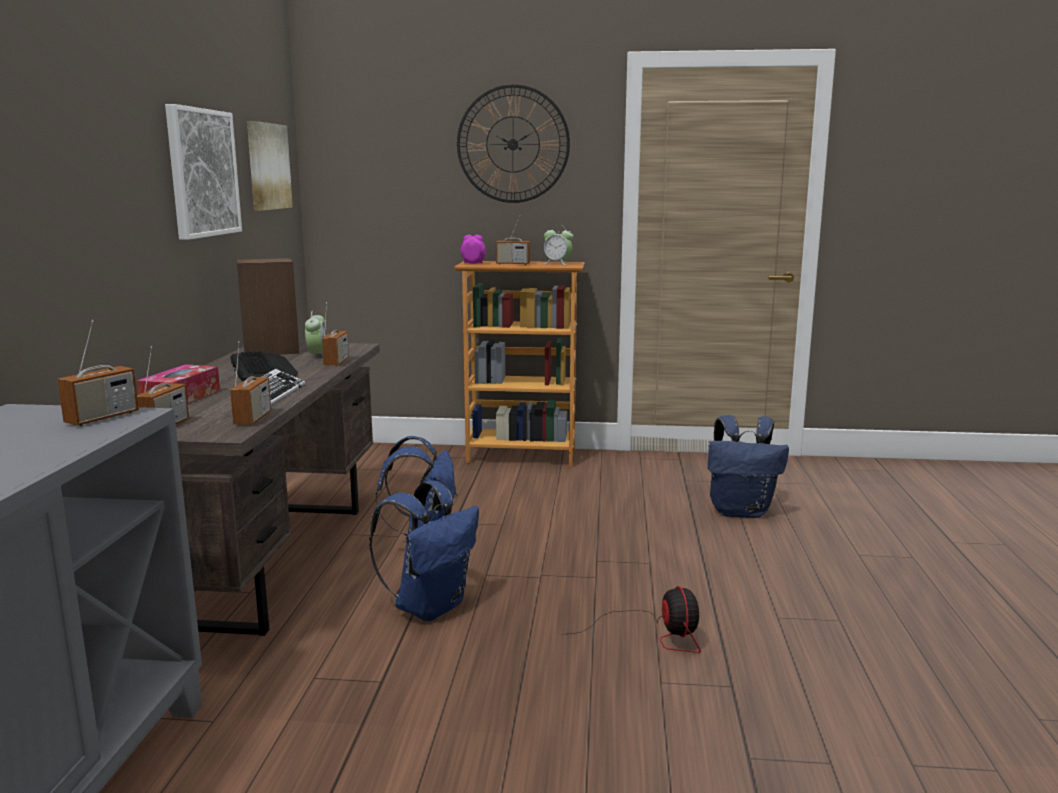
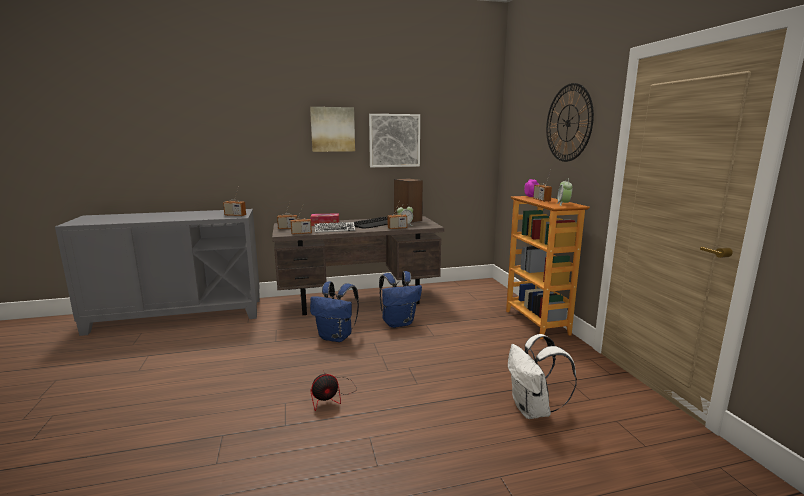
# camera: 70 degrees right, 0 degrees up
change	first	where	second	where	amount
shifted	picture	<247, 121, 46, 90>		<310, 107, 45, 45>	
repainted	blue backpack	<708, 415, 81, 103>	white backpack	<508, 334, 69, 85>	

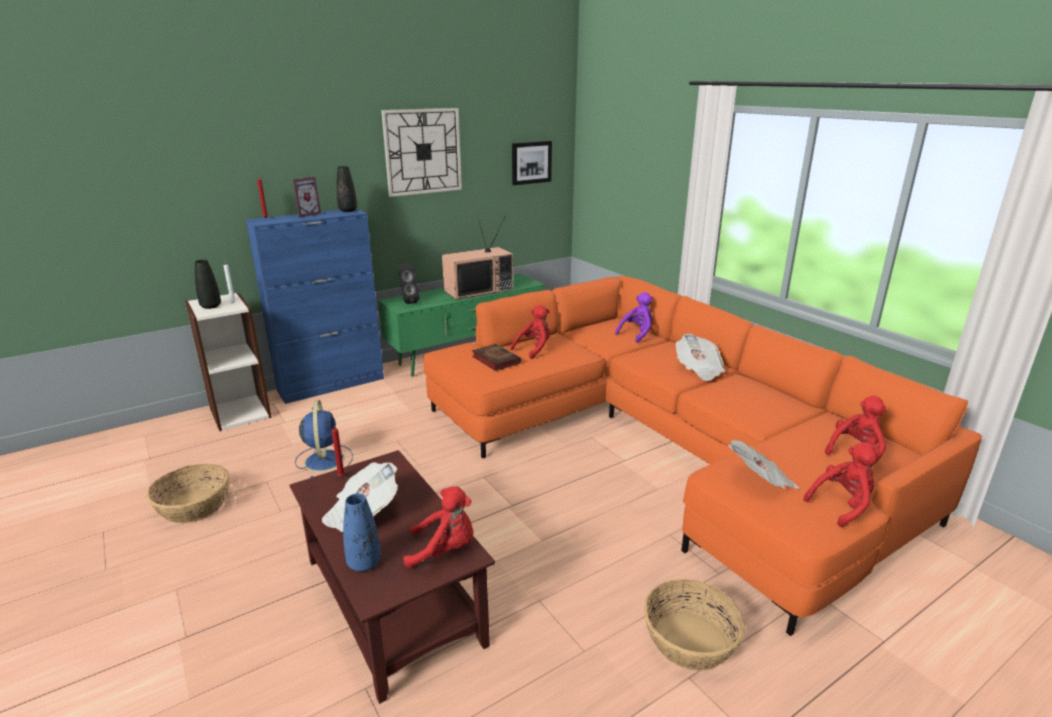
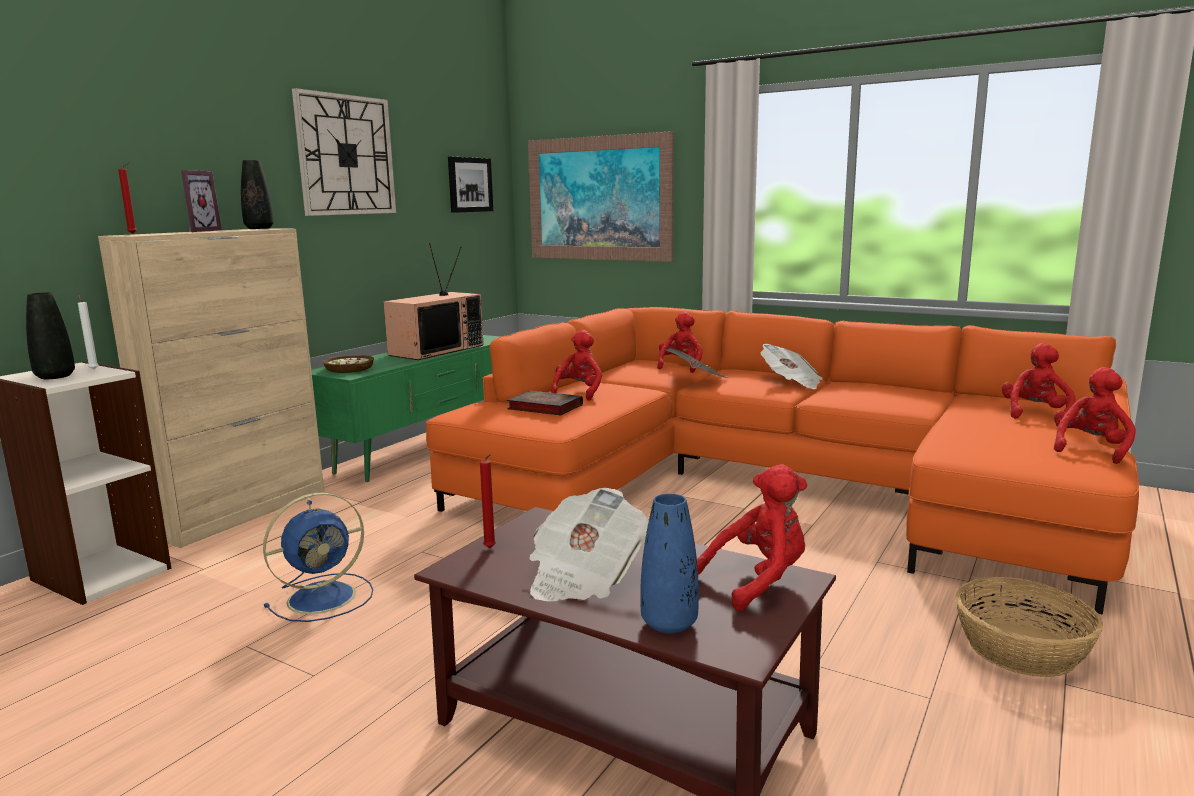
# camera: 25 degrees left, 10 degrees down
change	first	where	second	where	amount
gone	basket	<146, 464, 83, 60>			
new			picture	<528, 131, 146, 131>	
shifted	newspaper	<728, 440, 72, 49>		<666, 348, 63, 30>	
swapped	black speaker	<399, 263, 21, 41>	bowl	<323, 355, 51, 18>	
repainted	blue cabinet	<246, 208, 138, 196>	beige cabinet	<98, 228, 226, 320>	
repainted	purple plush toy	<615, 292, 38, 51>	red plush toy	<657, 312, 46, 61>	
rotated	blue fan	<295, 400, 58, 78>		<263, 492, 110, 130>	90 degrees clockwise

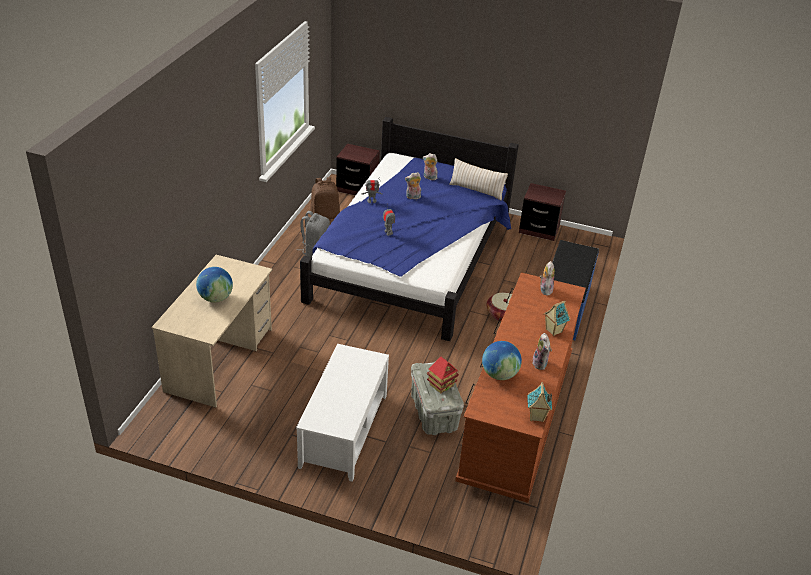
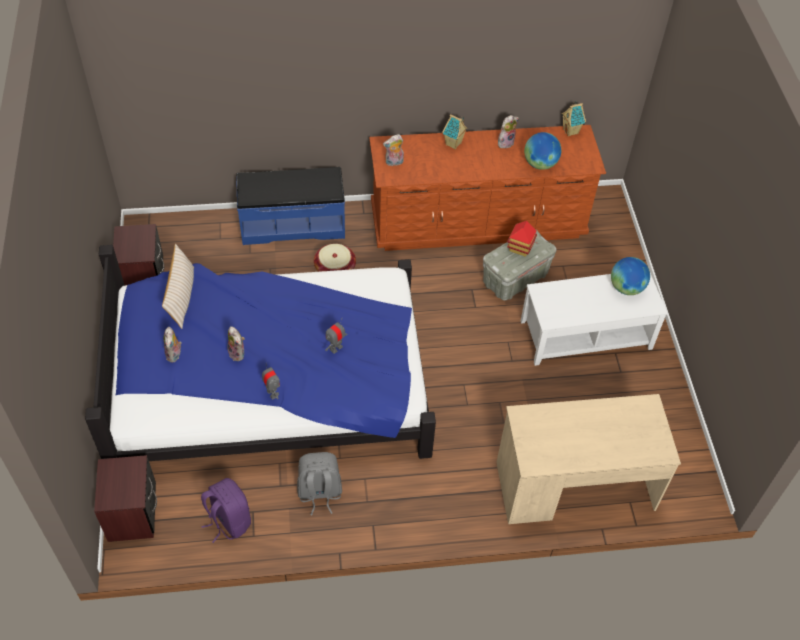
# camera: 115 degrees left, 15 degrees up
change	first	where	second	where	amount
shifted	globe	<196, 267, 37, 35>		<611, 257, 39, 38>	
repainted	brown backpack	<310, 177, 30, 42>	purple backpack	<201, 478, 50, 65>	

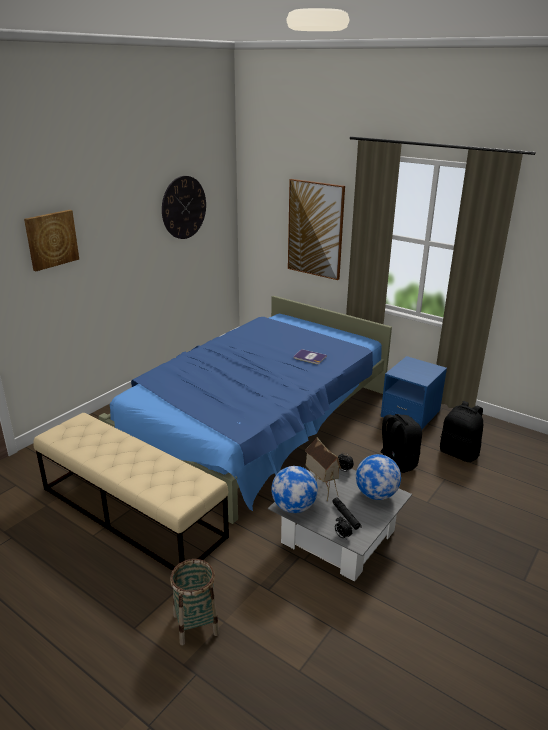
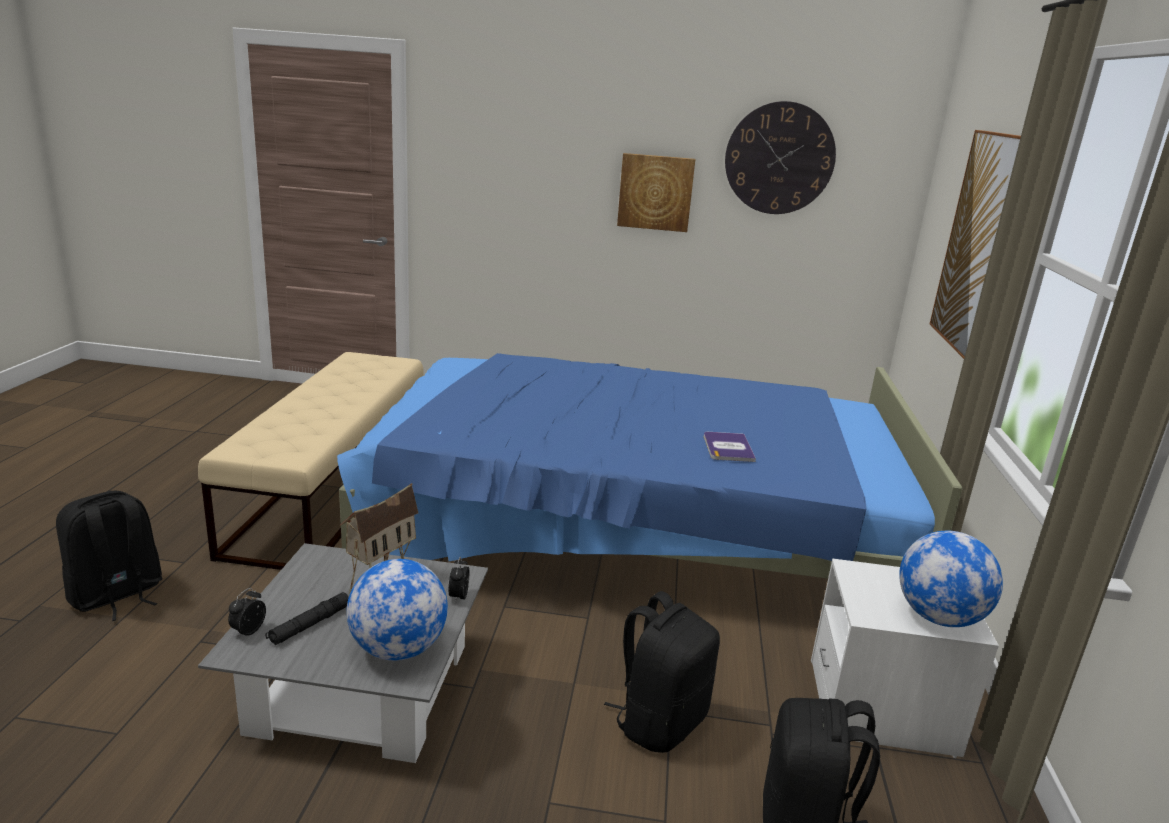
# camera: 60 degrees right, 5 degrees down
change	first	where	second	where	amount
shifted	picture	<24, 210, 55, 61>		<617, 153, 78, 79>	
shifted	globe	<271, 466, 47, 47>		<899, 531, 104, 96>	
swapped	basket	<170, 559, 49, 86>	black backpack	<56, 491, 106, 130>	
repainted	blue nightstand	<381, 356, 66, 73>	white nightstand	<811, 558, 188, 200>	

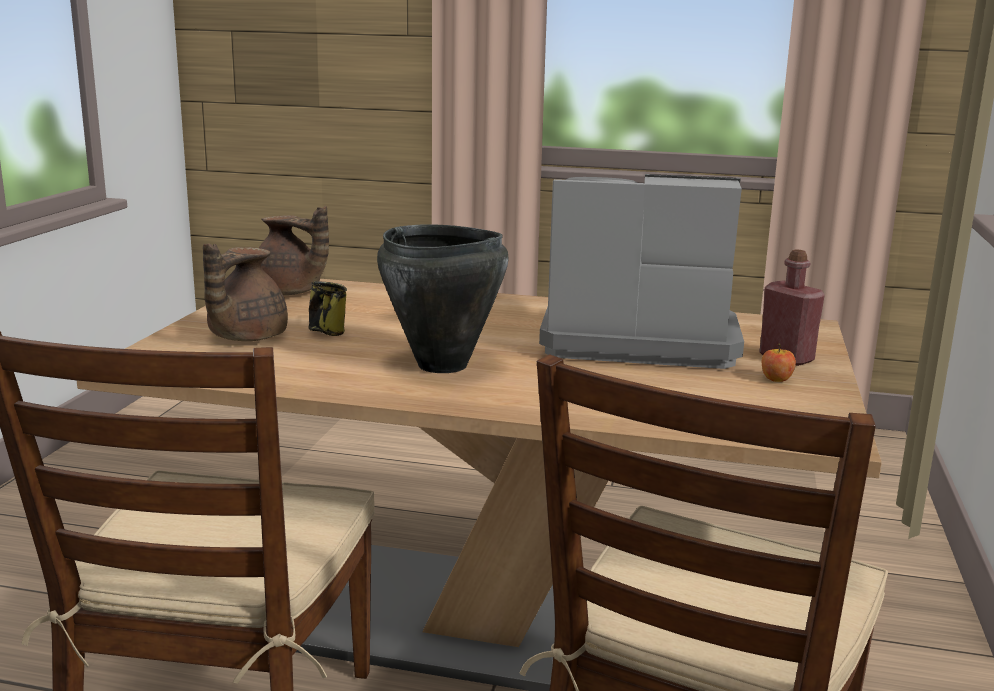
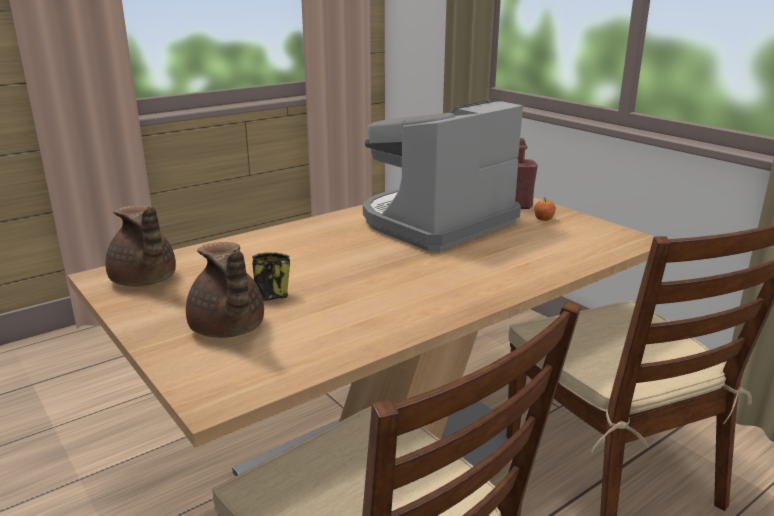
# camera: 50 degrees left, 5 degrees up
change	first	where	second	where	amount
gone	black cooking pot	<377, 224, 132, 149>			
rotated	brown teapot	<259, 206, 70, 89>		<105, 205, 71, 81>	75 degrees clockwise

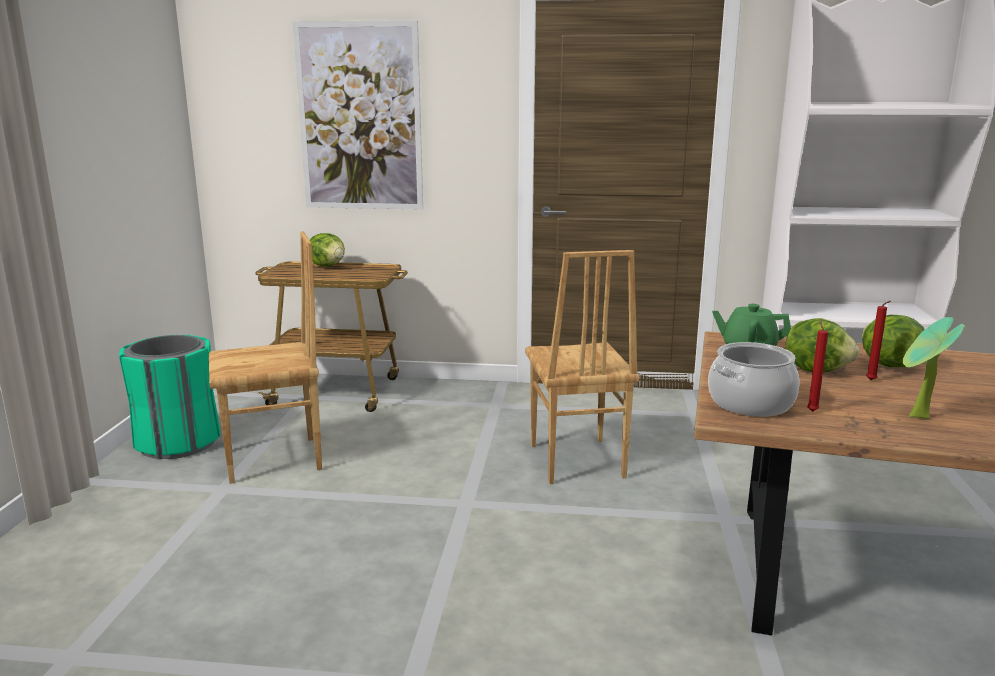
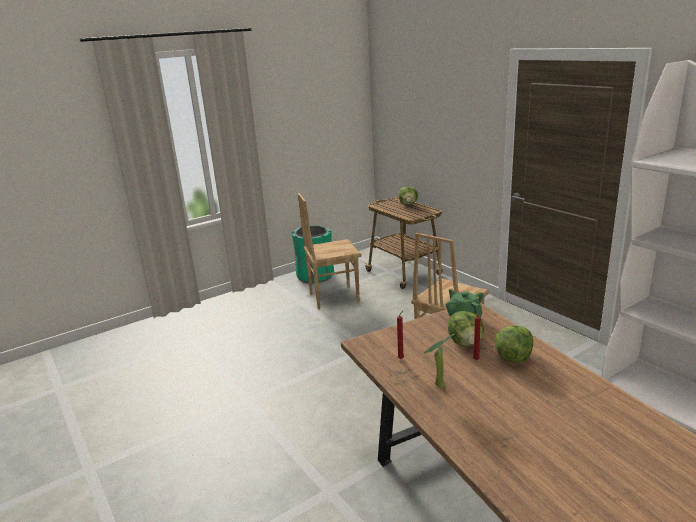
# camera: 50 degrees right, 5 degrees up
change	first	where	second	where	amount
gone	picture	<293, 20, 130, 190>			
gone	cooking pot	<708, 342, 91, 74>			
rotated	brown chair	<209, 232, 113, 252>		<298, 193, 63, 117>	135 degrees clockwise

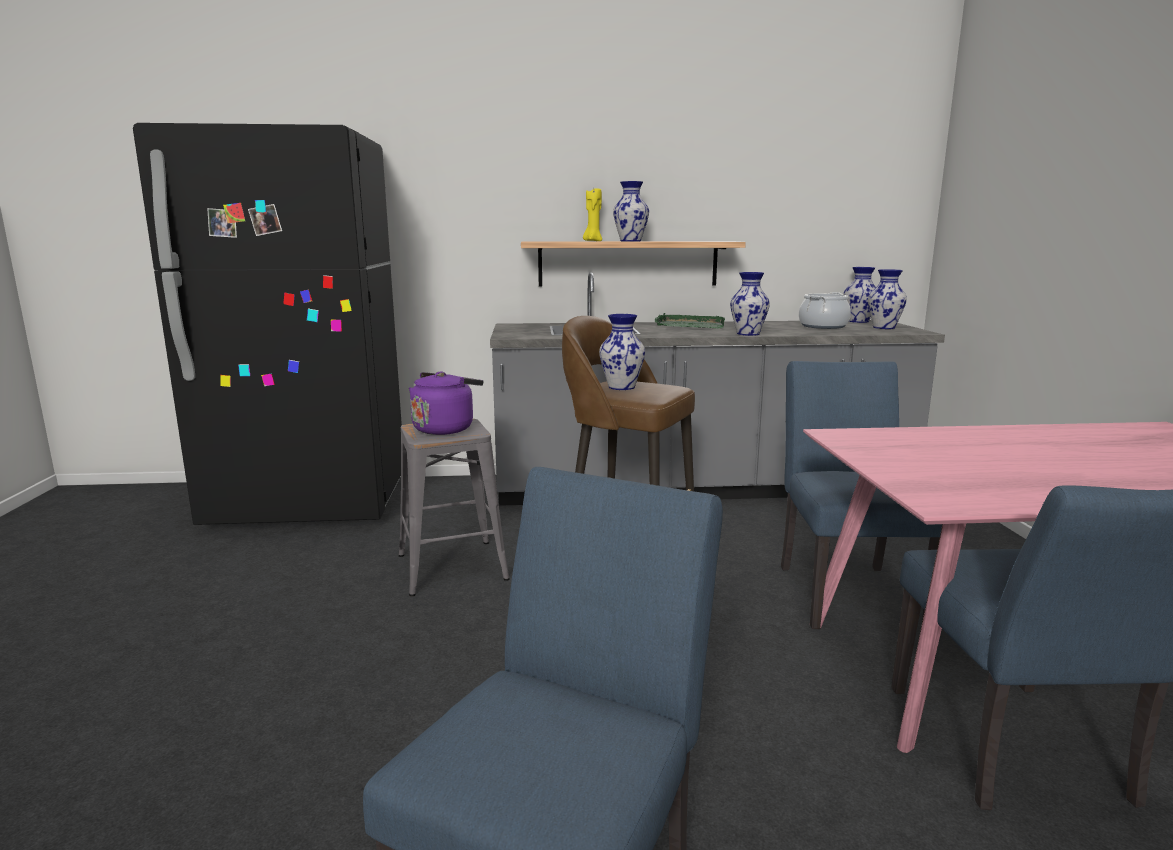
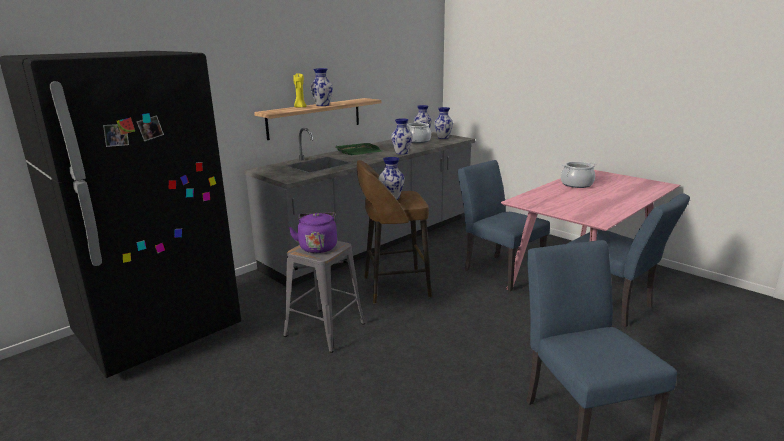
# camera: 40 degrees left, 5 degrees up
change	first	where	second	where	amount
new			cooking pot	<561, 162, 35, 26>	

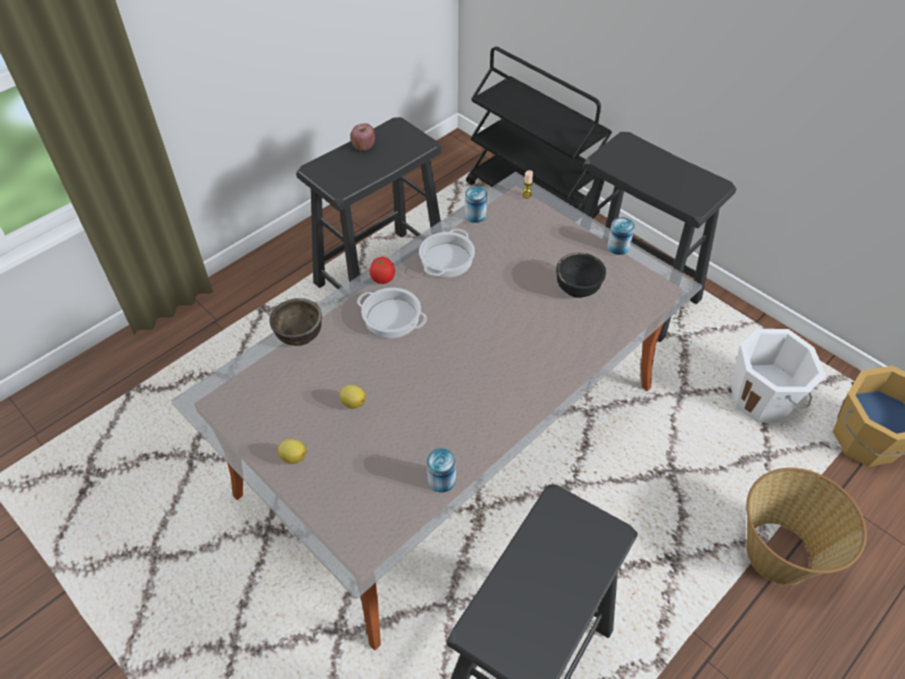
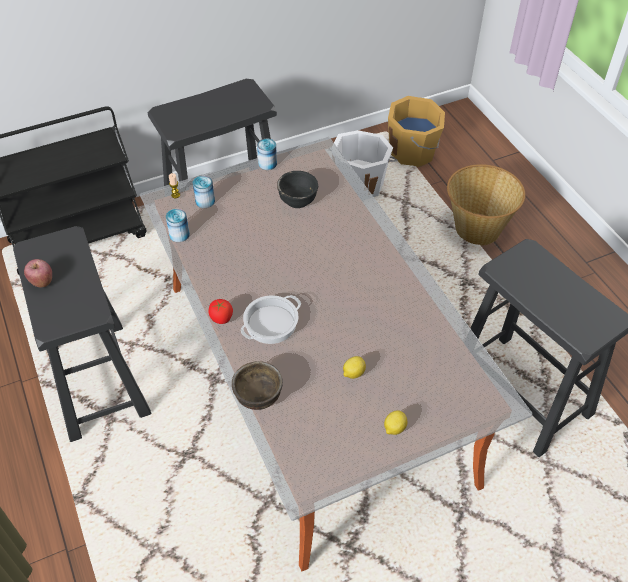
# camera: 70 degrees left, 0 degrees up
change	first	where	second	where	amount
gone	cooking pot	<419, 228, 56, 50>			
shifted	can	<427, 448, 29, 45>		<193, 176, 22, 32>	

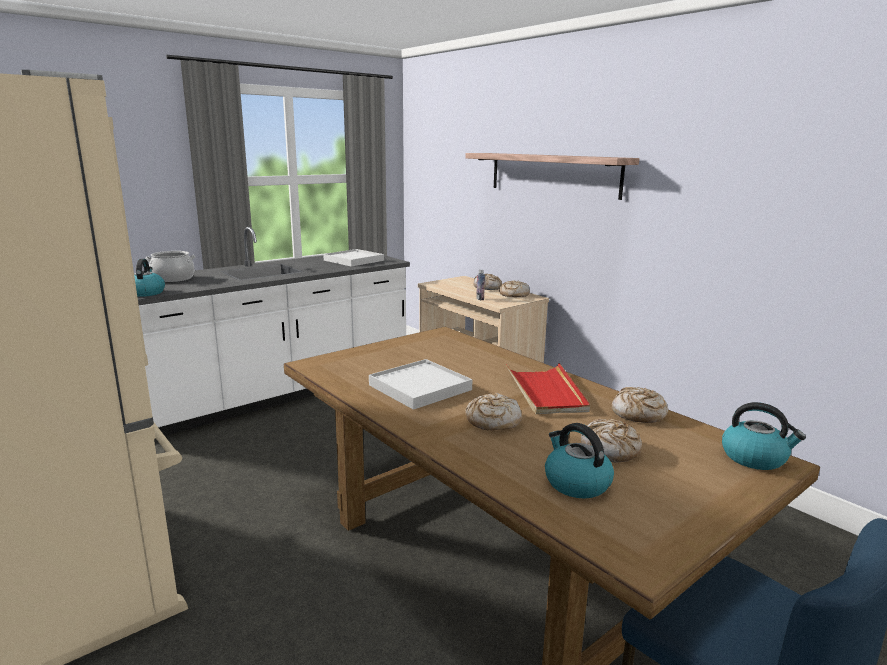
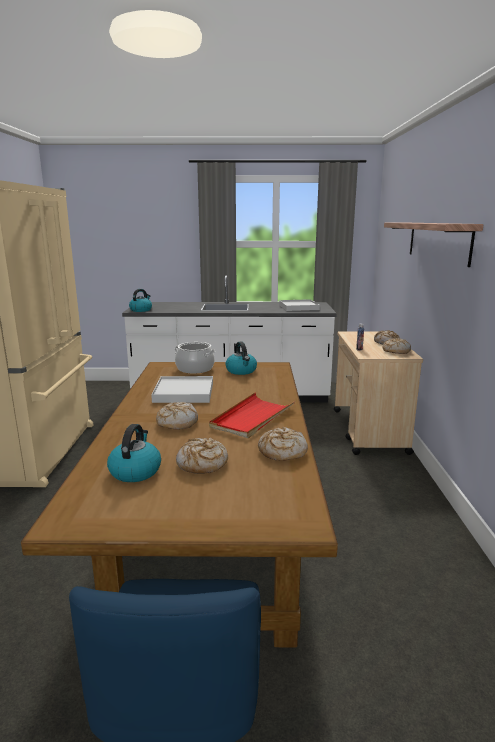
# camera: 40 degrees right, 0 degrees up
change	first	where	second	where	amount
shifted	cooking pot	<145, 251, 50, 31>		<174, 342, 41, 32>	
shifted	kettle	<722, 402, 84, 68>		<225, 341, 32, 34>	

